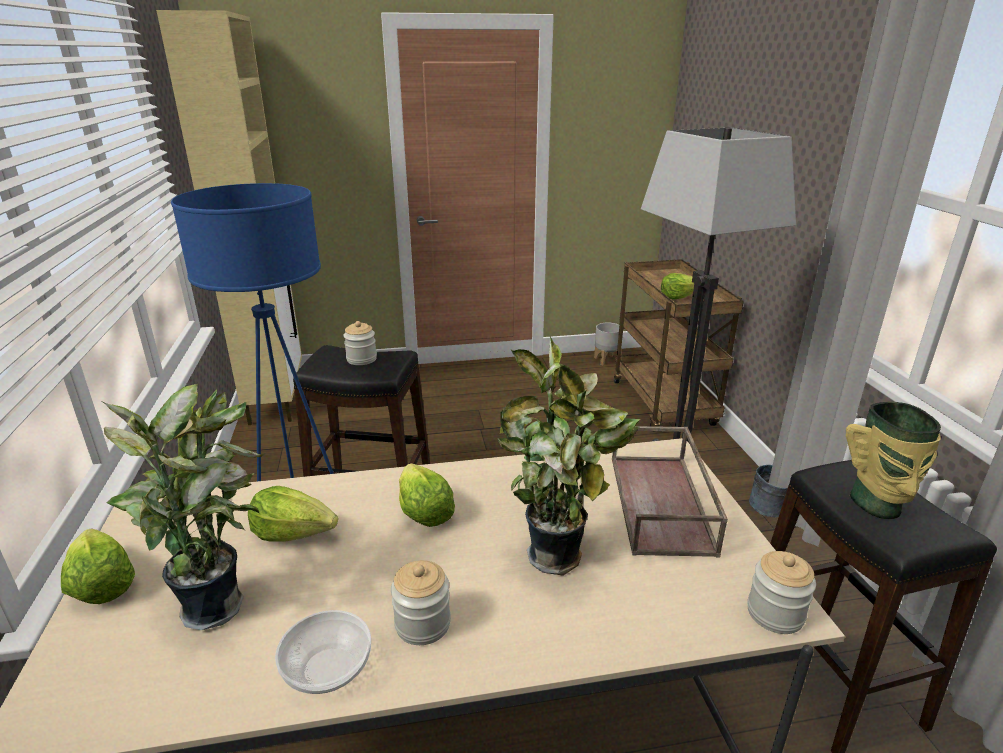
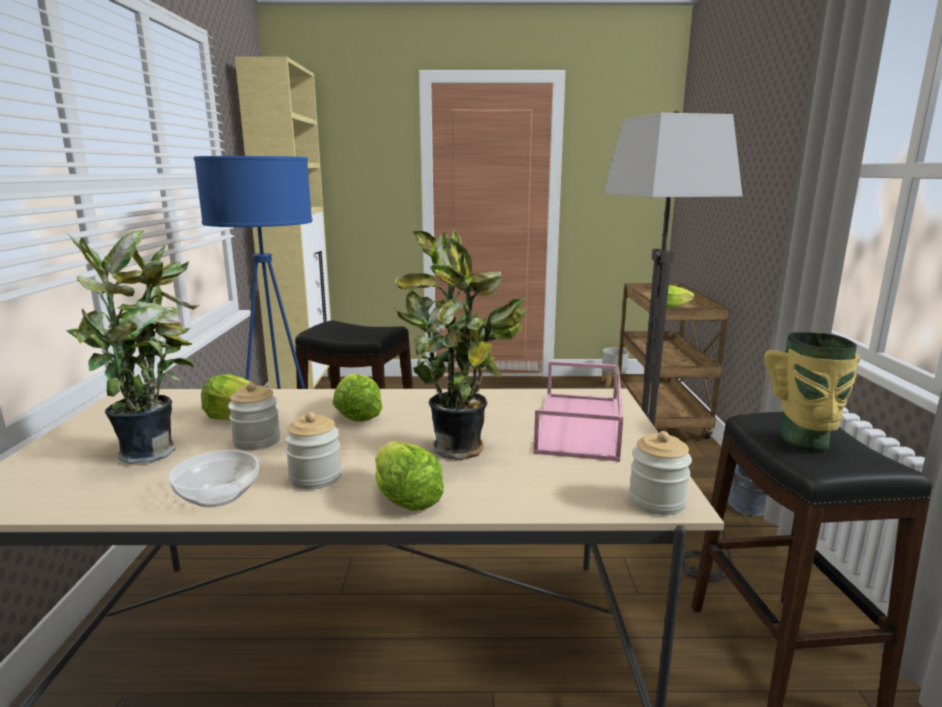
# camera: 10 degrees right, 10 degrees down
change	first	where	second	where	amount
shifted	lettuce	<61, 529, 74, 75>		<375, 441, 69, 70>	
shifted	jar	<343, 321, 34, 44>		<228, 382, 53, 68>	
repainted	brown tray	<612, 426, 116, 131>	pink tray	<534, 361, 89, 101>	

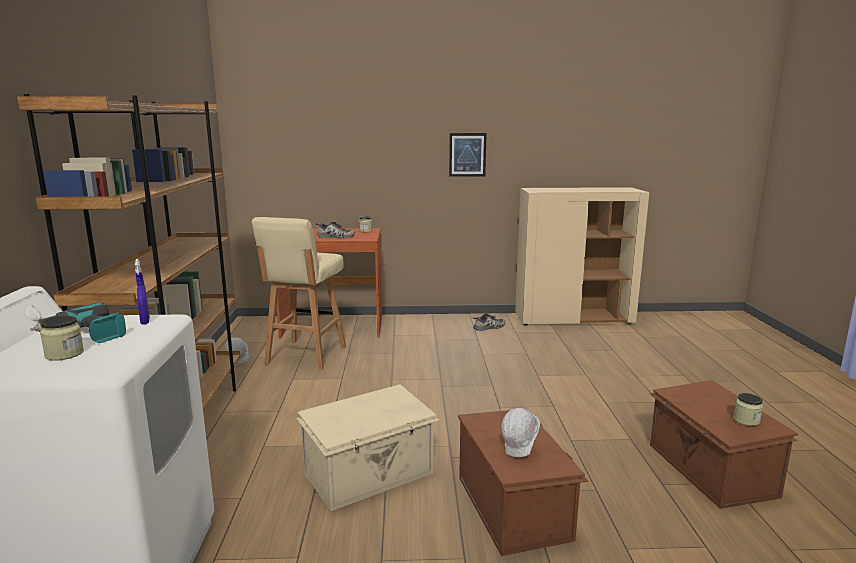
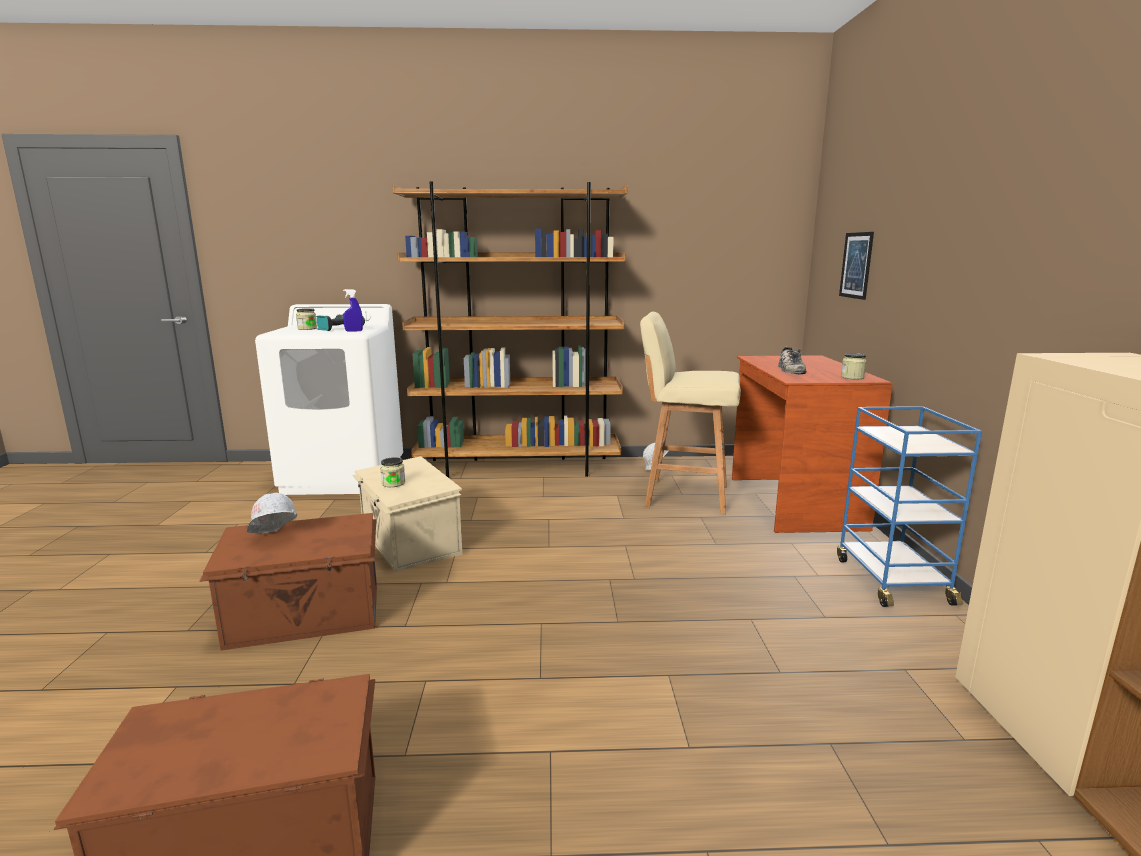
# camera: 90 degrees right, 0 degrees up
change	first	where	second	where	amount
gone	shoe	<473, 313, 32, 18>			
new			blue cart	<837, 406, 145, 201>	
shifted	picture	<449, 133, 38, 44>		<839, 232, 35, 68>	
shifted	jar	<734, 393, 29, 33>		<380, 457, 25, 30>	

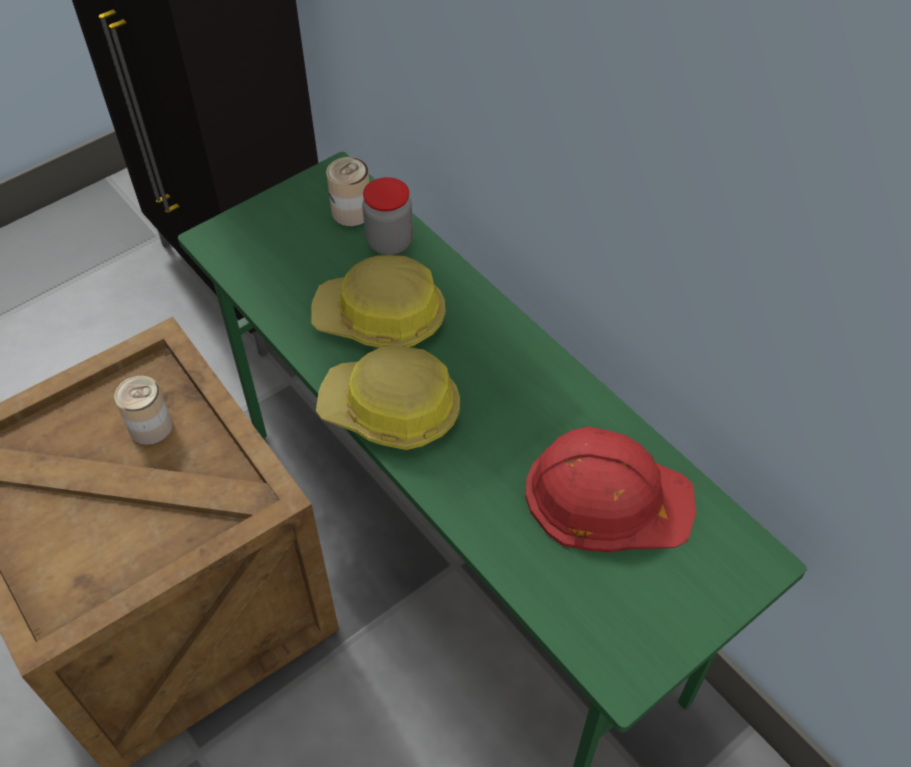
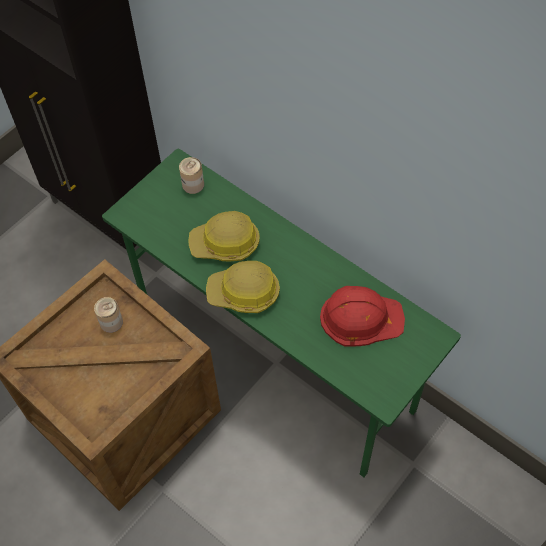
# camera: 10 degrees left, 5 degrees up
change	first	where	second	where	amount
gone	jar	<362, 177, 51, 78>			

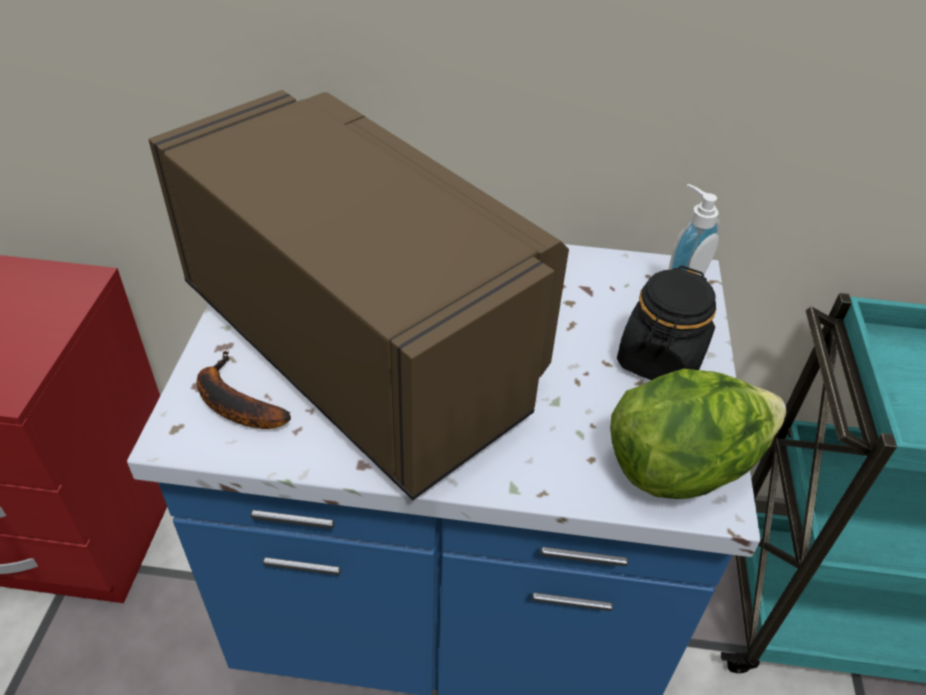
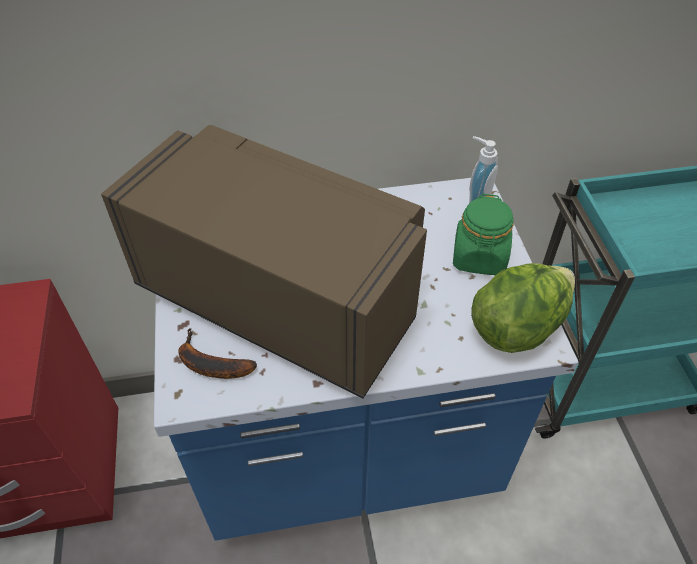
# camera: 15 degrees left, 5 degrees up
change	first	where	second	where	amount
repainted	black jar	<617, 266, 99, 114>	green jar	<453, 194, 61, 81>	

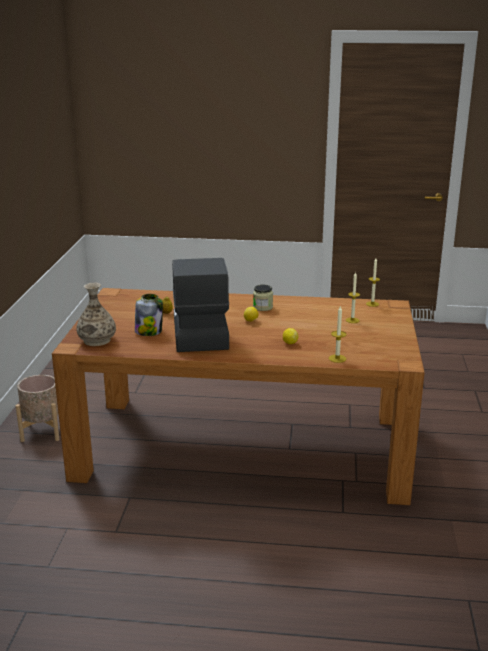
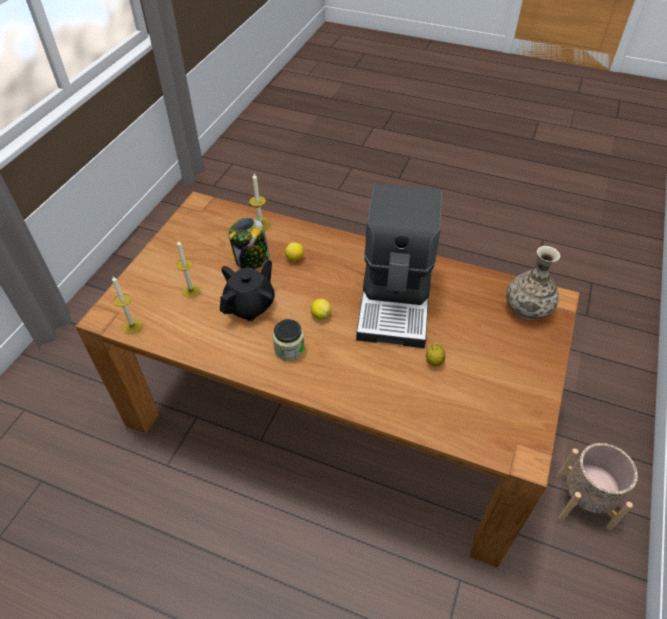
# camera: 165 degrees left, 25 degrees up
change	first	where	second	where	amount
new			black teapot	<220, 260, 55, 61>	
shifted	jar	<135, 294, 28, 42>		<229, 218, 41, 51>	

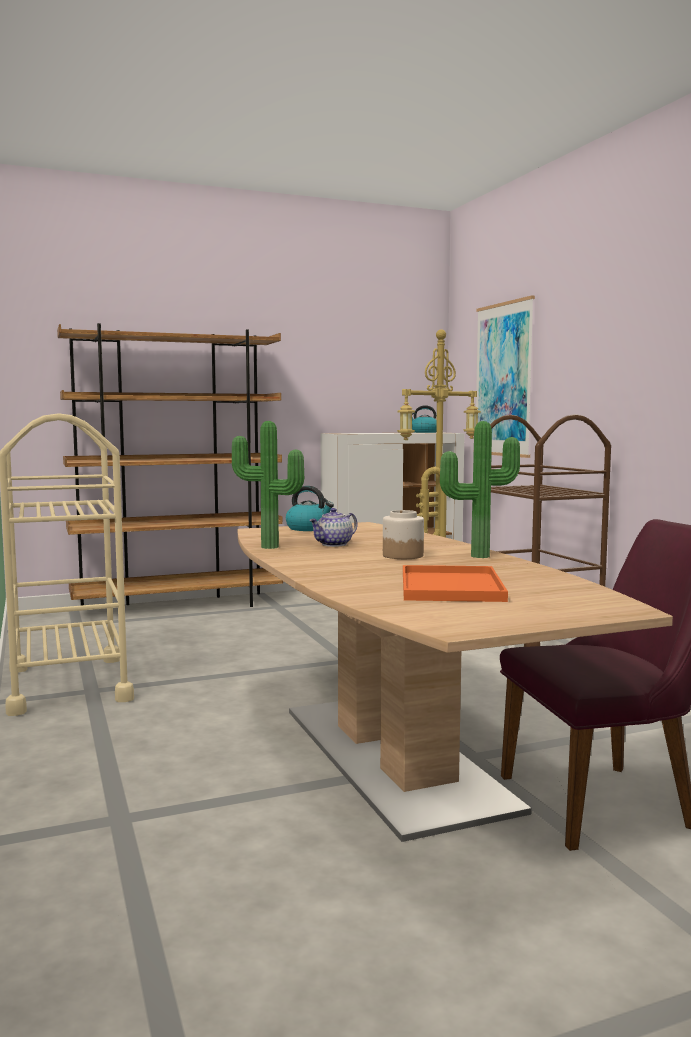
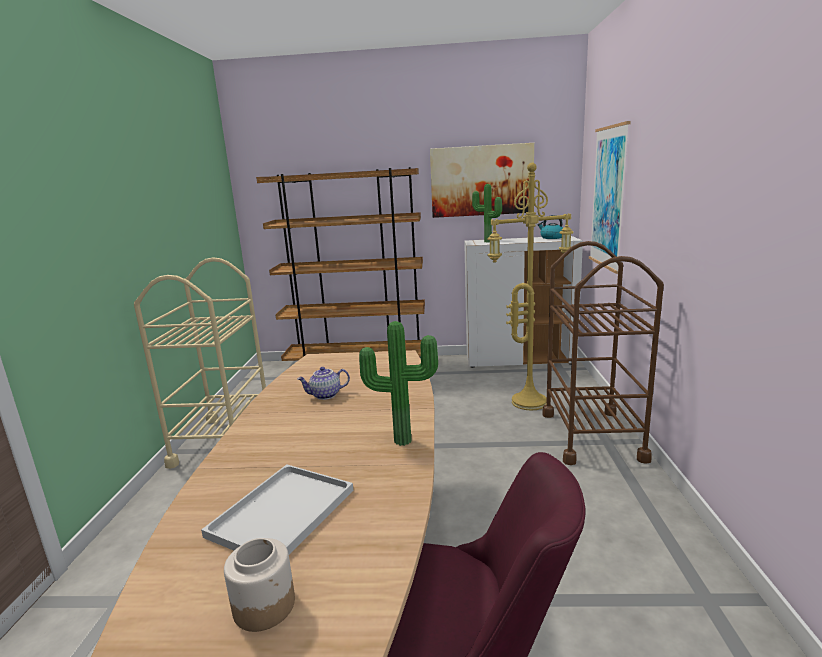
# camera: 25 degrees right, 10 degrees up
change	first	where	second	where	amount
gone	kettle	<286, 486, 48, 45>			
new			picture	<430, 143, 104, 75>	
shifted	potted plant	<232, 421, 72, 128>		<472, 184, 30, 58>	
shifted	jar	<383, 510, 41, 49>		<224, 538, 71, 94>	
repainted	orange tray	<403, 565, 105, 37>	white tray	<201, 464, 153, 90>	

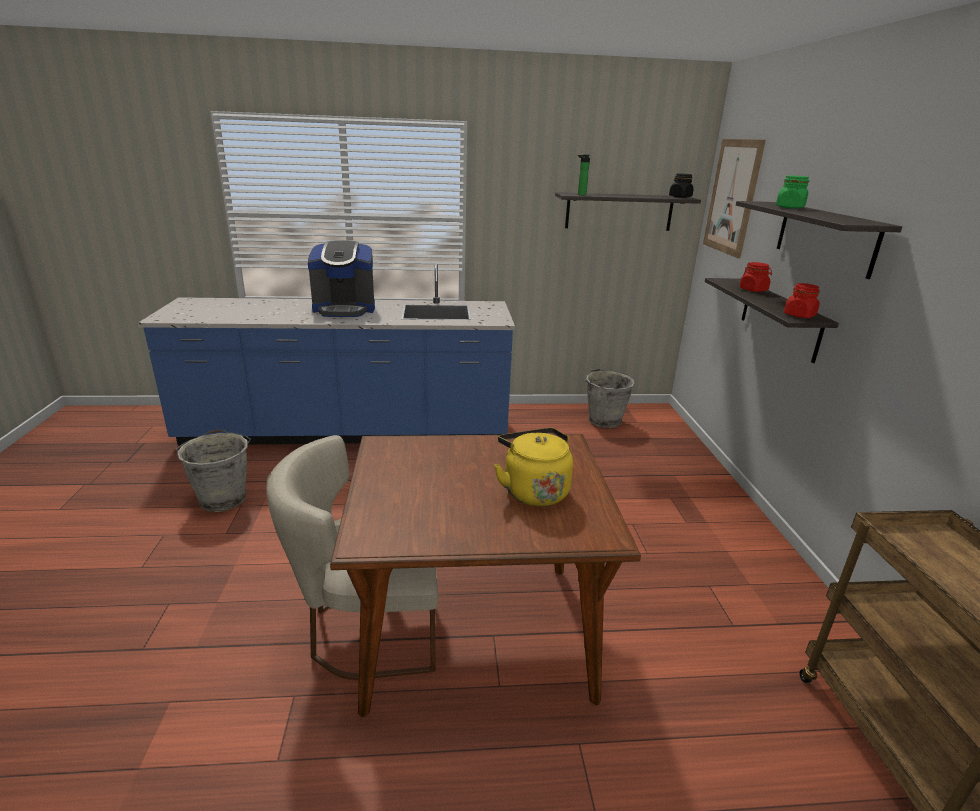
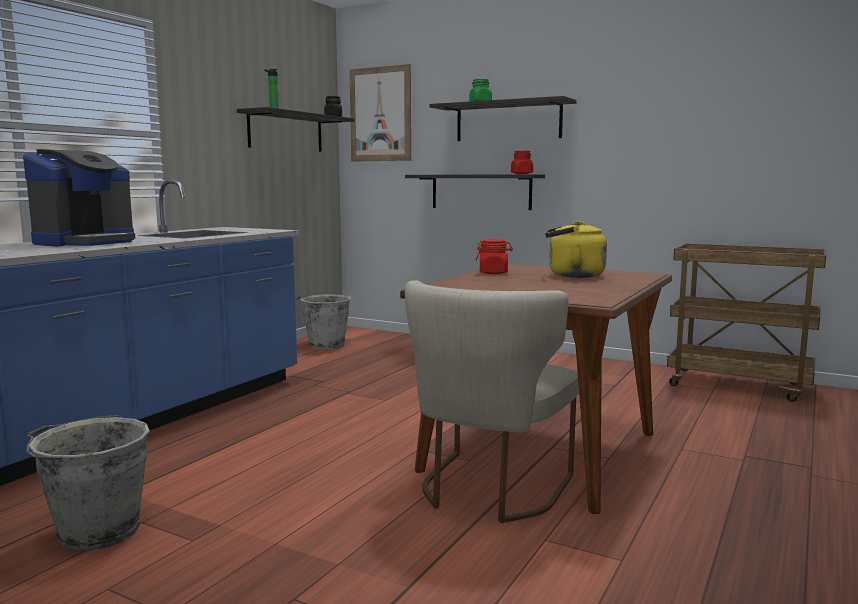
# camera: 55 degrees left, 15 degrees down
change	first	where	second	where	amount
shifted	red jar	<740, 262, 32, 30>		<476, 239, 37, 35>	

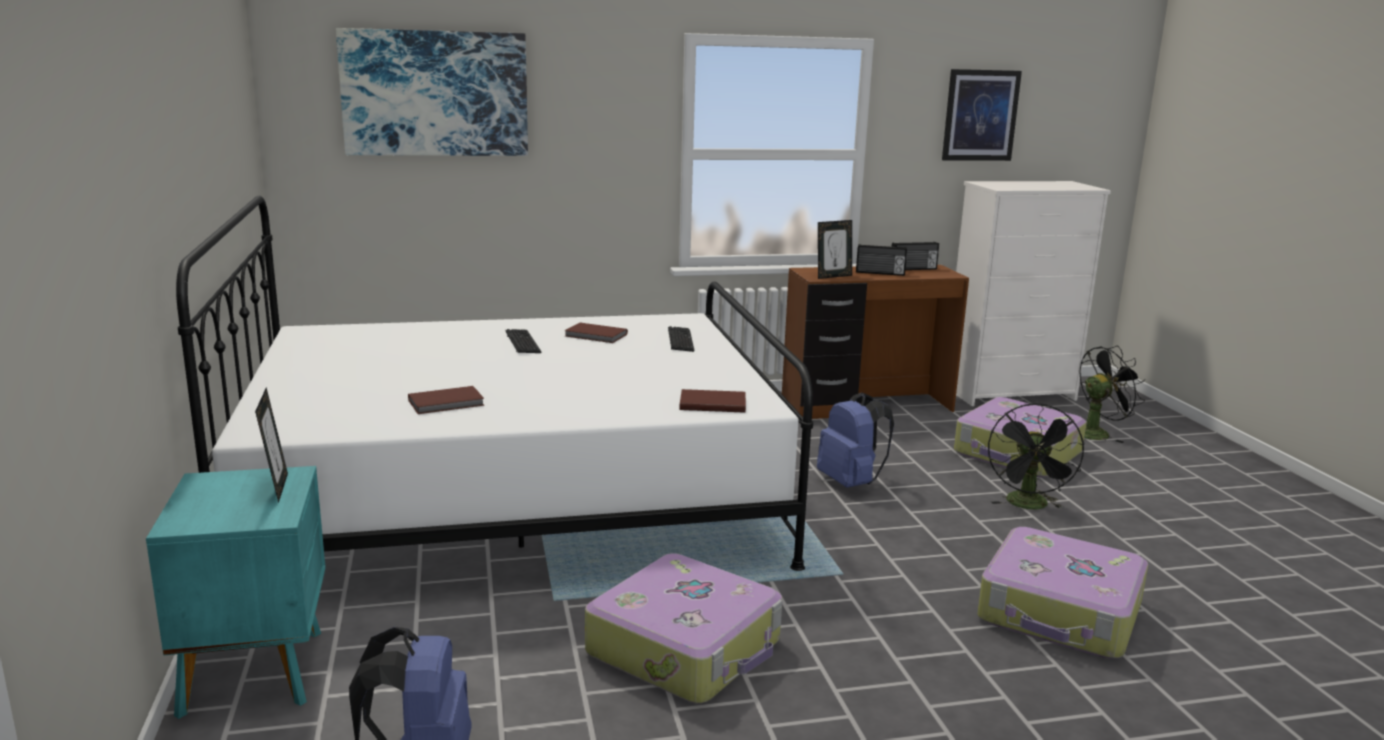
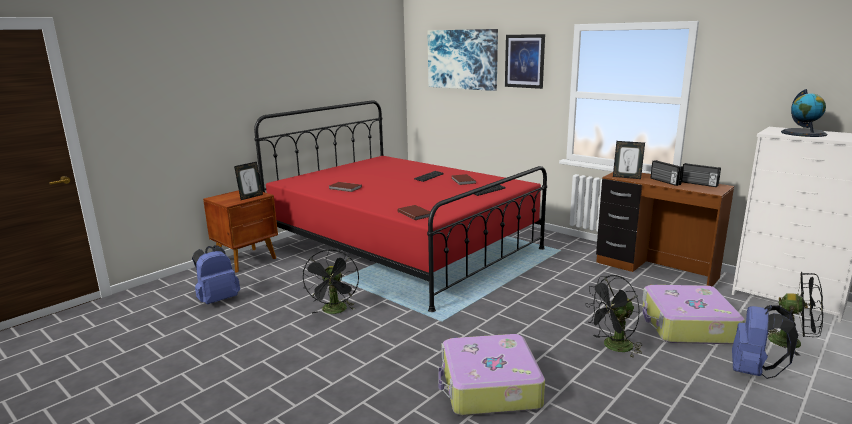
# camera: 55 degrees right, 0 degrees up
change	first	where	second	where	amount
new			globe	<781, 89, 46, 48>	
shifted	blue backpack	<817, 392, 77, 96>		<732, 305, 66, 74>	
shifted	picture	<942, 69, 80, 92>		<505, 34, 40, 55>	
swapped	suitcase	<585, 553, 197, 150>	black fan	<302, 249, 57, 65>	
repainted	turquoise nightstand	<146, 466, 180, 253>	brown nightstand	<203, 190, 75, 82>	
repainted	white bed	<176, 196, 637, 375>	red bed	<254, 100, 293, 212>	

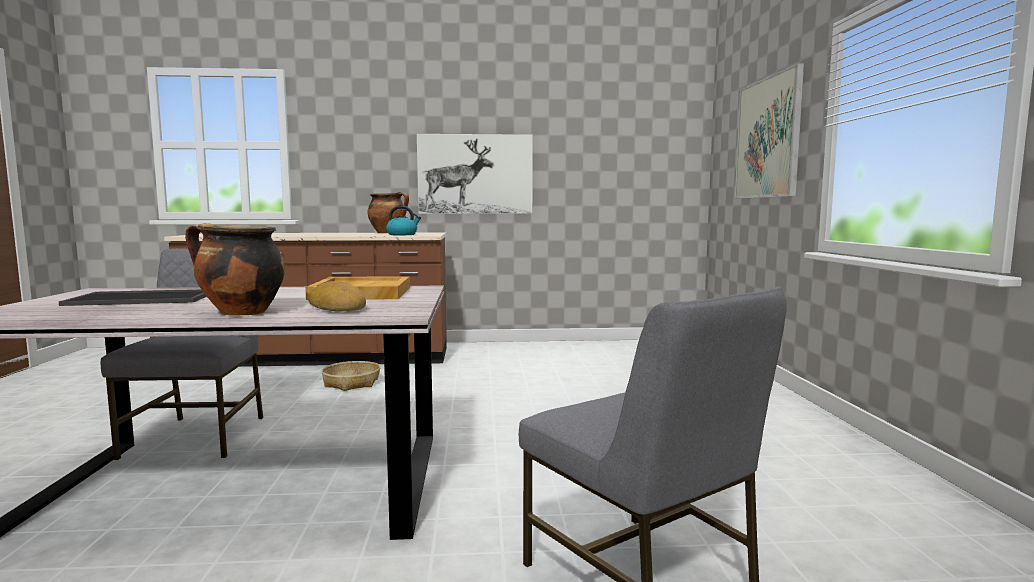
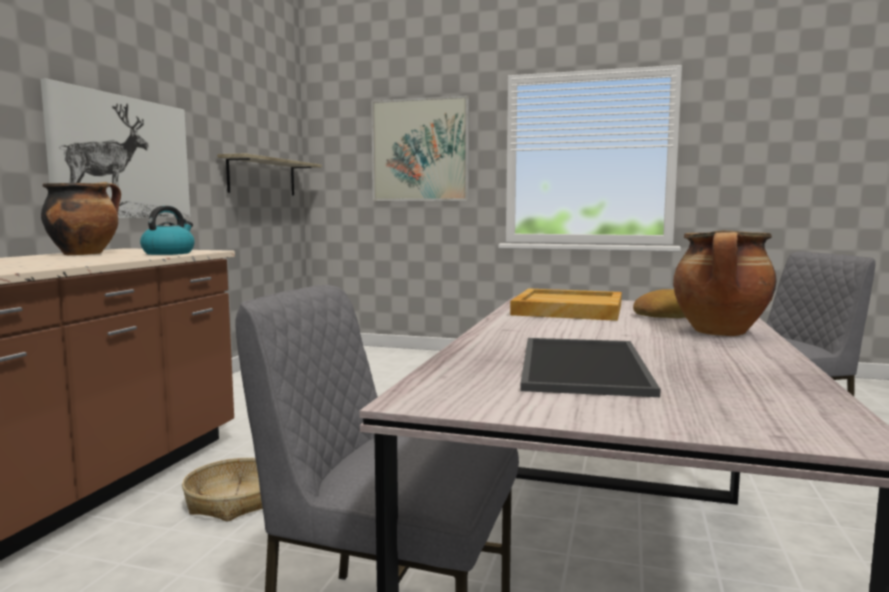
# camera: 70 degrees left, 0 degrees up
change	first	where	second	where	amount
new			shelf	<217, 153, 105, 43>	

